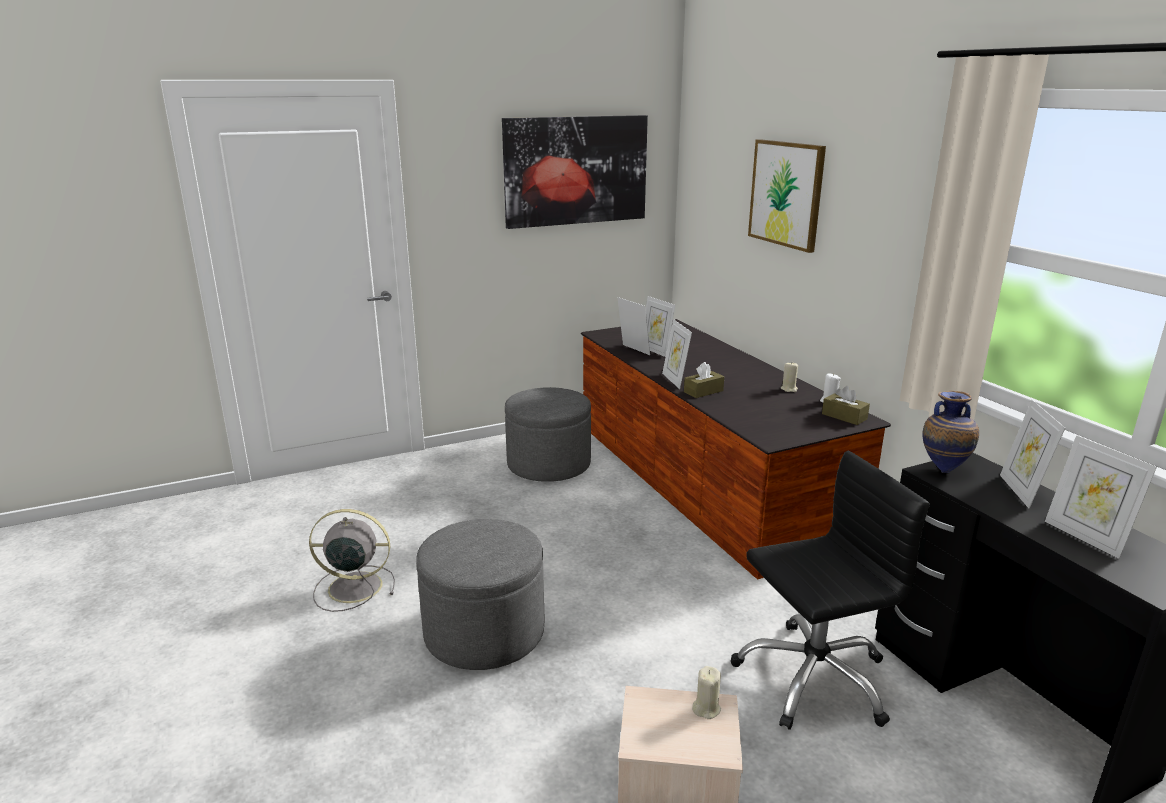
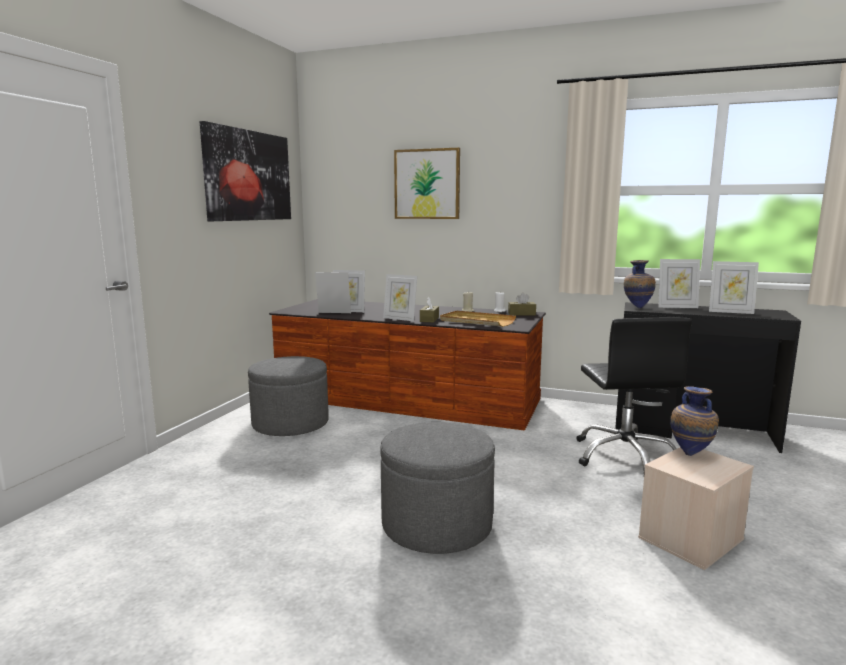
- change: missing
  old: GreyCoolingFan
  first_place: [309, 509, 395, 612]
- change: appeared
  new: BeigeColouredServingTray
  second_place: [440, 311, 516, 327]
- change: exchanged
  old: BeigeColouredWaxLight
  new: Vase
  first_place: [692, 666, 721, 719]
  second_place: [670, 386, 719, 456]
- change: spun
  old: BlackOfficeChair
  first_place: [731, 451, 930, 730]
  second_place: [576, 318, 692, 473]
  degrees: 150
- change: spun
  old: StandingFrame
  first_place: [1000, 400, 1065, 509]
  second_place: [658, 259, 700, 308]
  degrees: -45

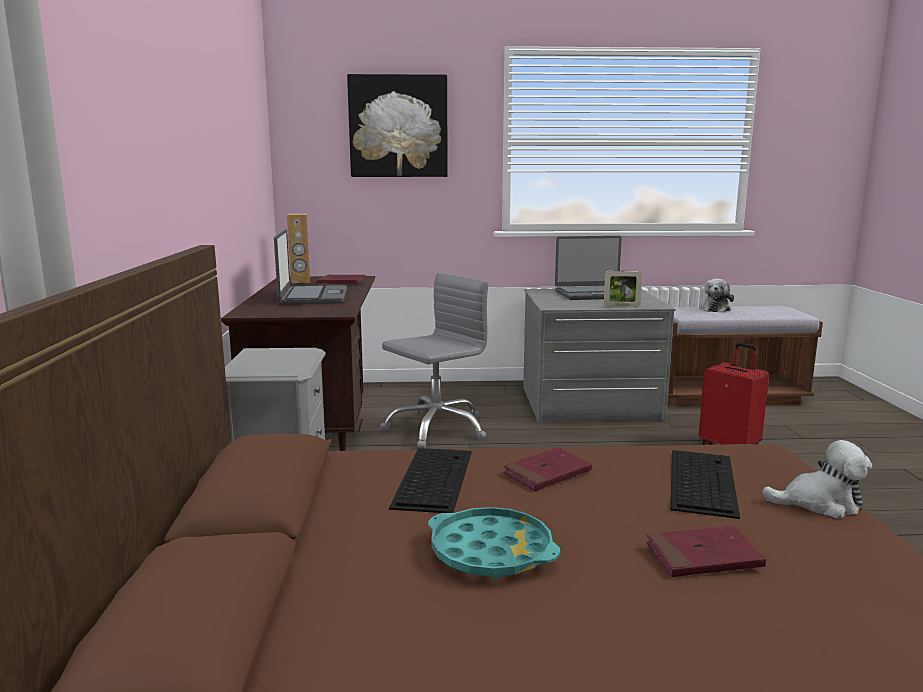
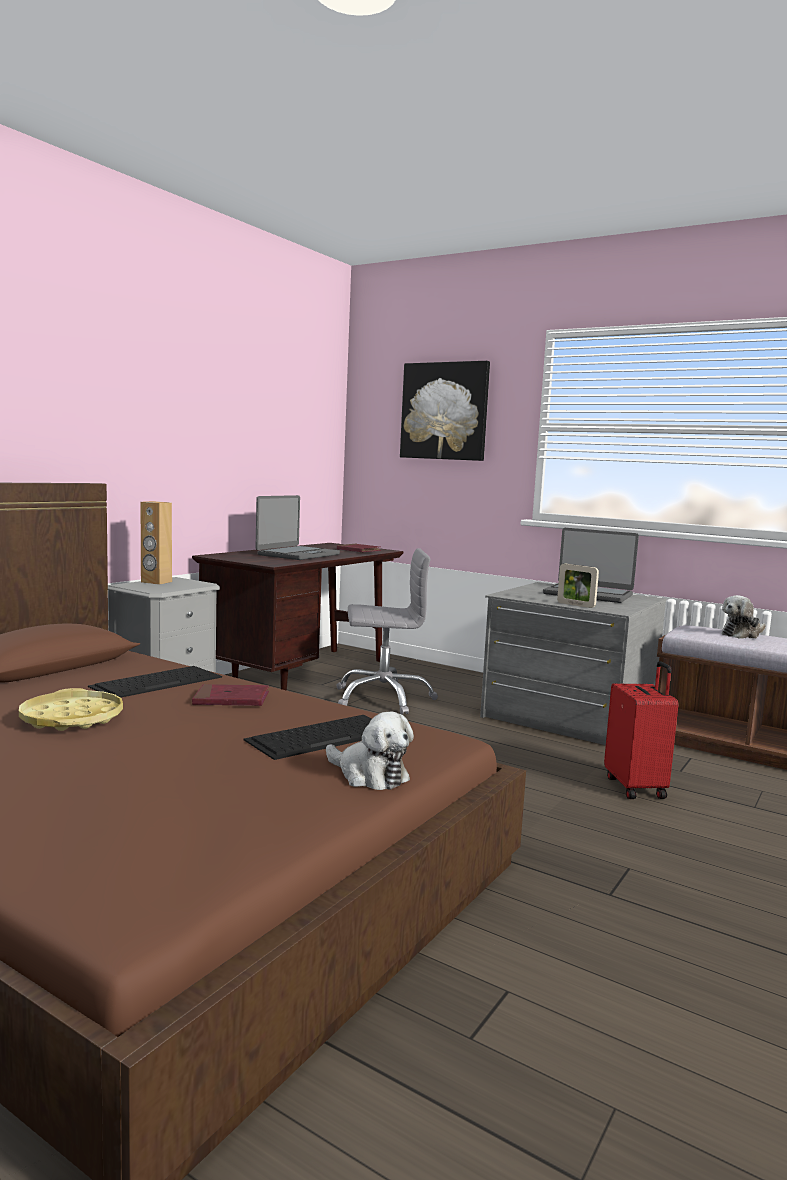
- change: missing
  old: RedBook
  first_place: [646, 525, 766, 577]
- change: relocated
  old: BrownishSpeaker
  first_place: [287, 214, 310, 283]
  second_place: [141, 501, 172, 585]
- change: colour
  old: BlueGreenServingTray
  new: YellowServingTray
  first_place: [428, 507, 560, 579]
  second_place: [19, 688, 123, 731]

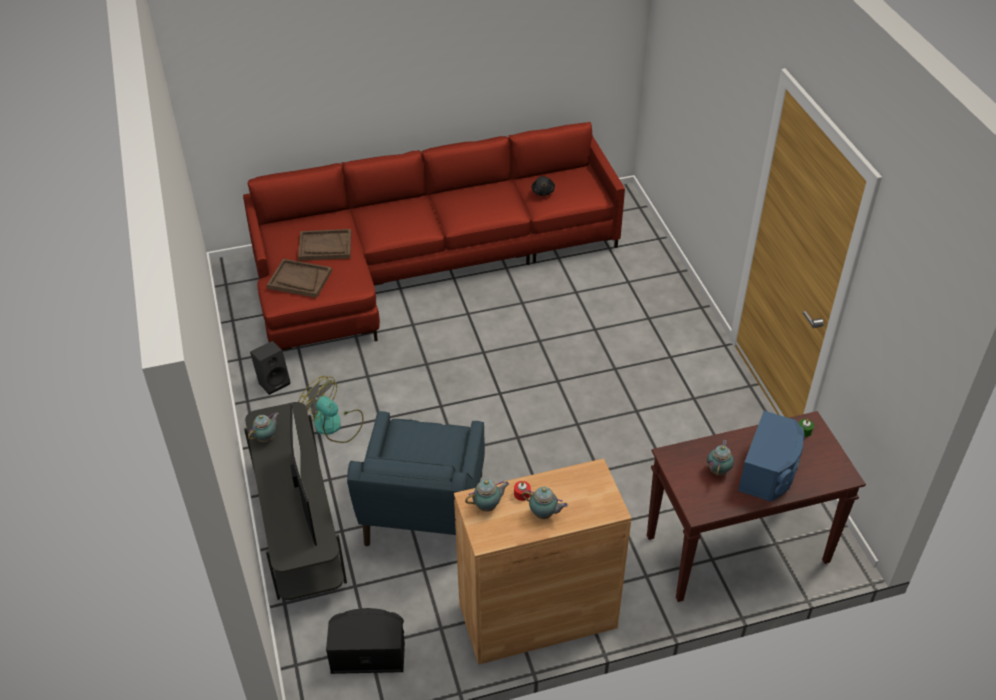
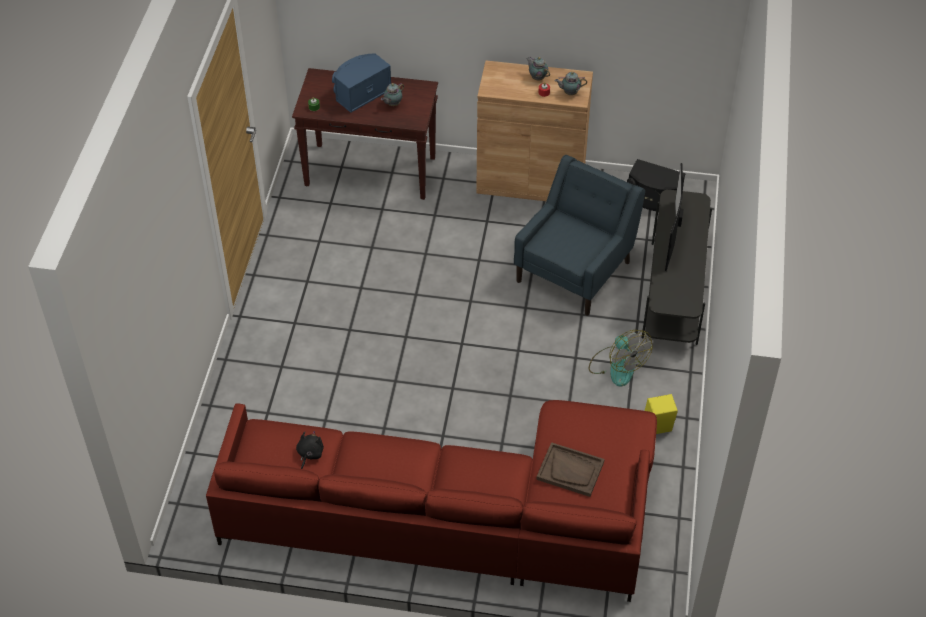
- change: missing
  old: Teapot
  first_place: [248, 412, 279, 442]
- change: missing
  old: BrownishServingTray
  first_place: [267, 259, 332, 298]
- change: colour
  old: BlackSpeaker
  new: YellowSpeaker
  first_place: [250, 341, 290, 395]
  second_place: [645, 394, 678, 434]

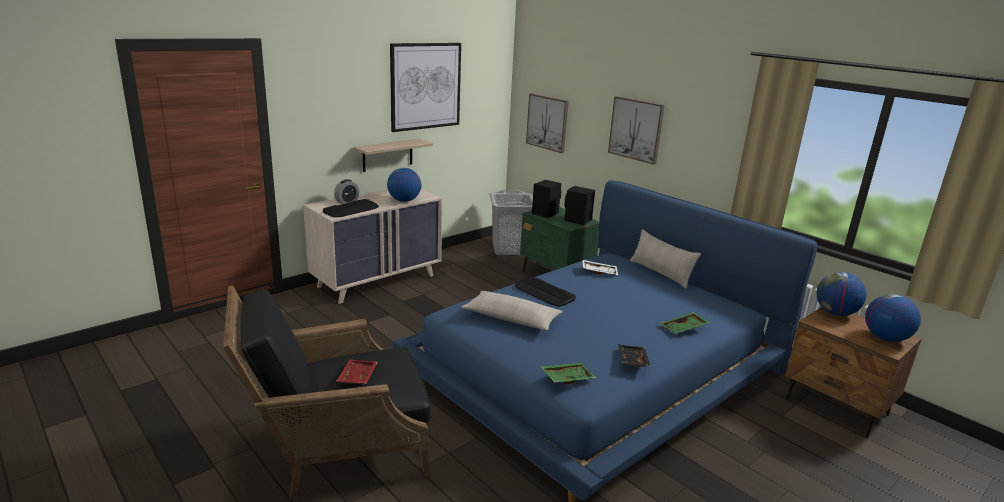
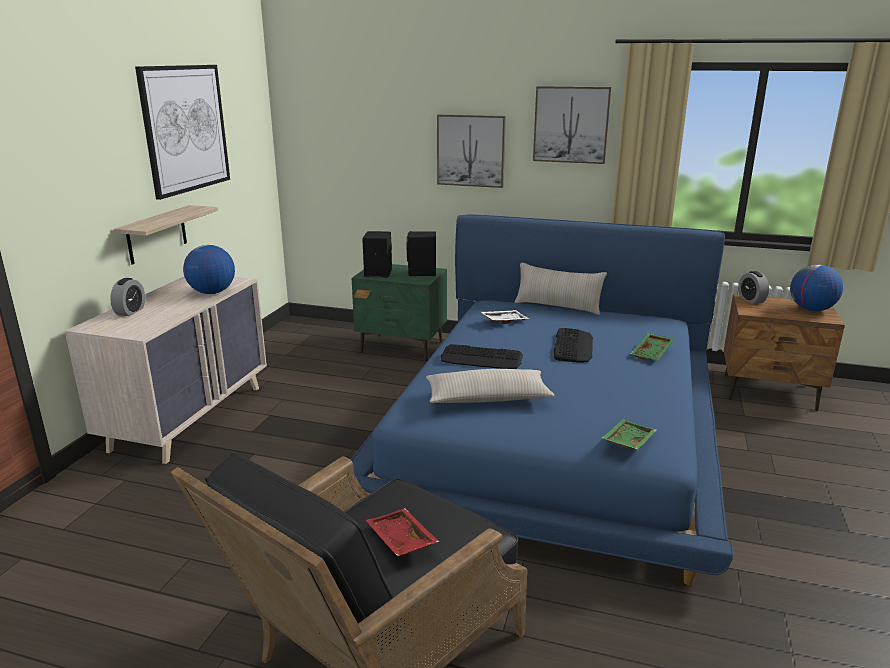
- change: missing
  old: GreyWashingBasket
  first_place: [489, 190, 533, 255]
- change: missing
  old: BlackServingTray
  first_place: [618, 344, 650, 367]
- change: relocated
  old: ComputerKeyboard
  first_place: [323, 199, 379, 218]
  second_place: [554, 328, 593, 362]
- change: relocated
  old: WallPicture
  first_place: [526, 94, 569, 153]
  second_place: [533, 86, 611, 164]
- change: exchanged
  old: WorldGlobe
  new: TableClock
  first_place: [817, 272, 866, 316]
  second_place: [738, 271, 769, 304]

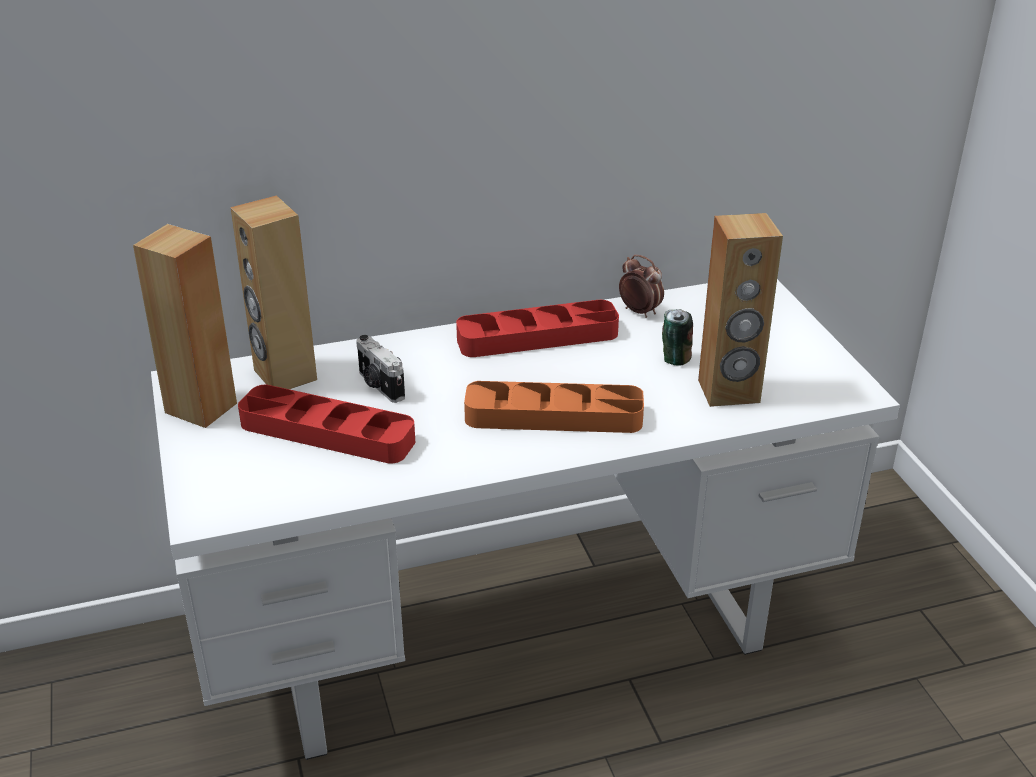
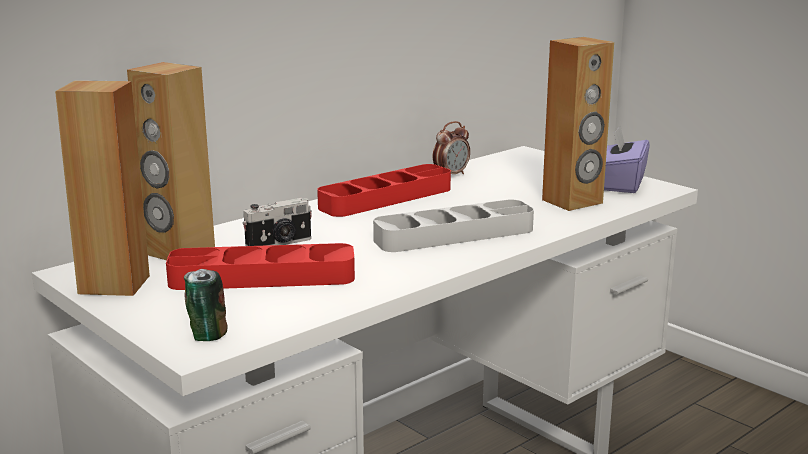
- change: appeared
  new: PurpleTissueHolder
  second_place: [604, 126, 650, 193]
- change: relocated
  old: MetalCan
  first_place: [662, 309, 693, 366]
  second_place: [184, 269, 227, 341]
- change: colour
  old: OrangeServingTray
  new: GreyServingTray
  first_place: [464, 381, 644, 433]
  second_place: [373, 200, 534, 252]
- change: spun
  old: StillCamera
  first_place: [356, 335, 405, 403]
  second_place: [243, 198, 312, 246]
  degrees: -60
- change: spun
  old: TableClock
  first_place: [619, 254, 664, 318]
  second_place: [433, 121, 470, 174]
  degrees: 120

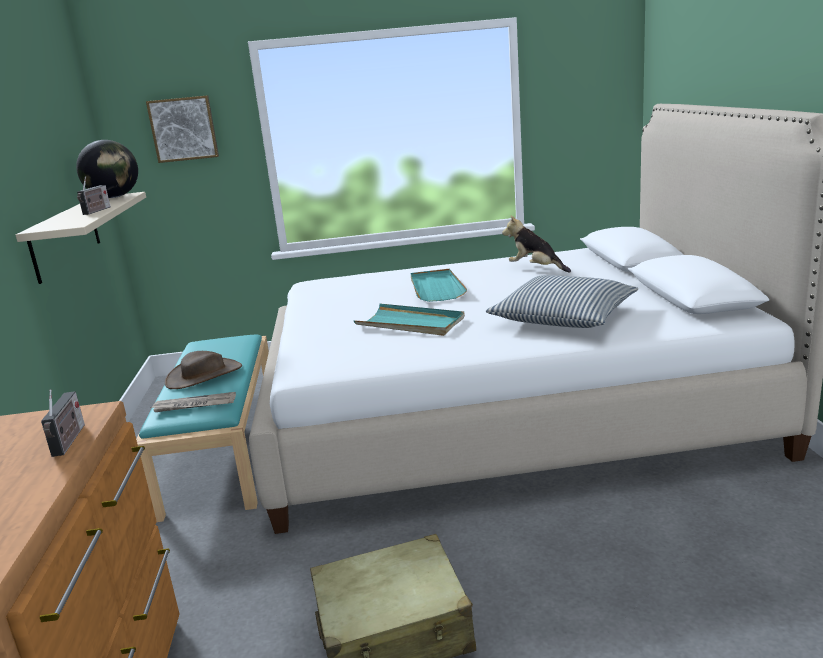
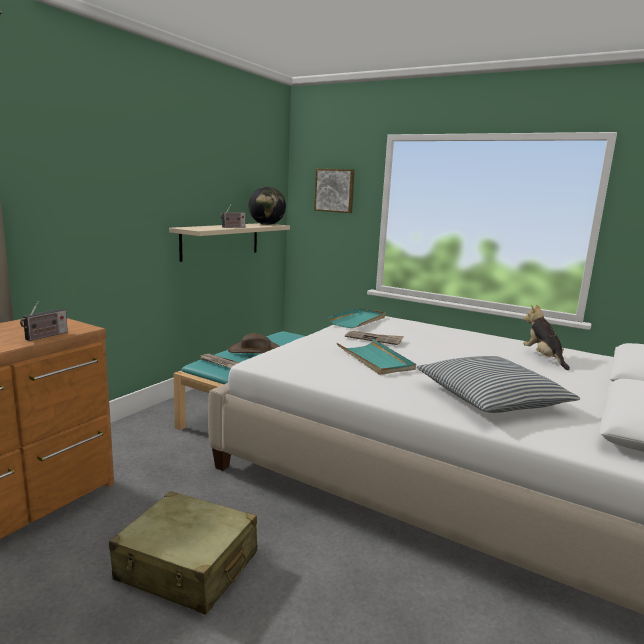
- change: appeared
  new: PrintedPaper
  second_place: [345, 330, 404, 345]
- change: relocated
  old: BlueGreenServingTray
  first_place: [411, 269, 467, 302]
  second_place: [327, 308, 386, 328]

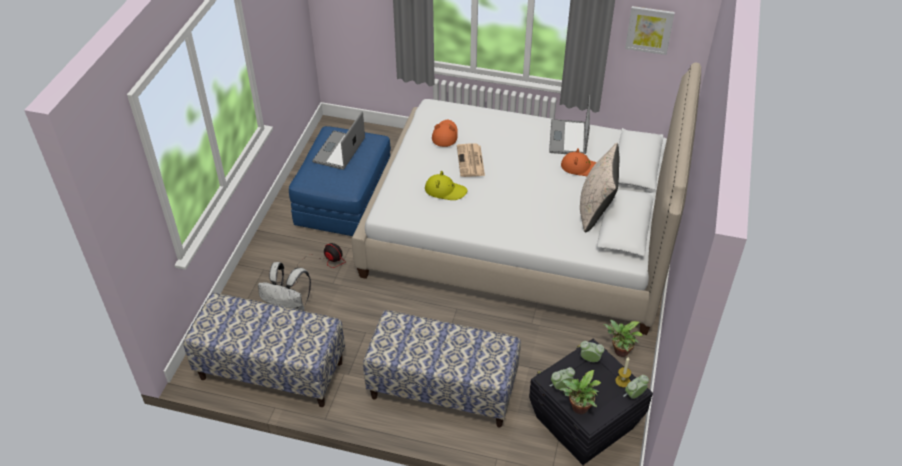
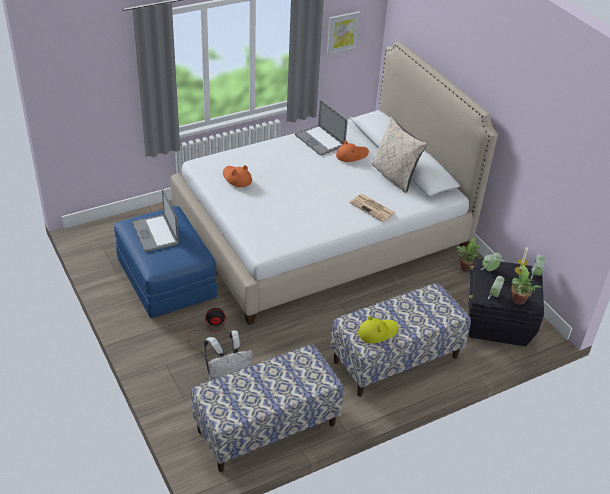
- change: relocated
  old: YellowWearableHat
  first_place: [425, 171, 468, 200]
  second_place: [358, 316, 399, 343]
- change: relocated
  old: PrintedPaper
  first_place: [457, 144, 485, 177]
  second_place: [349, 194, 395, 222]

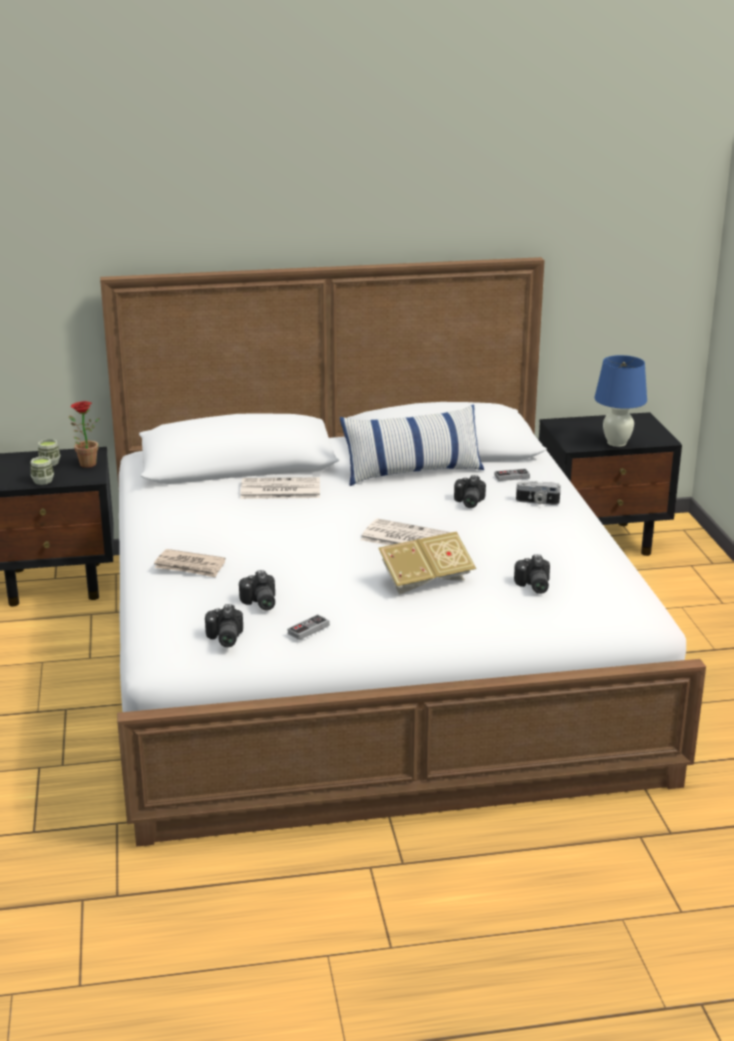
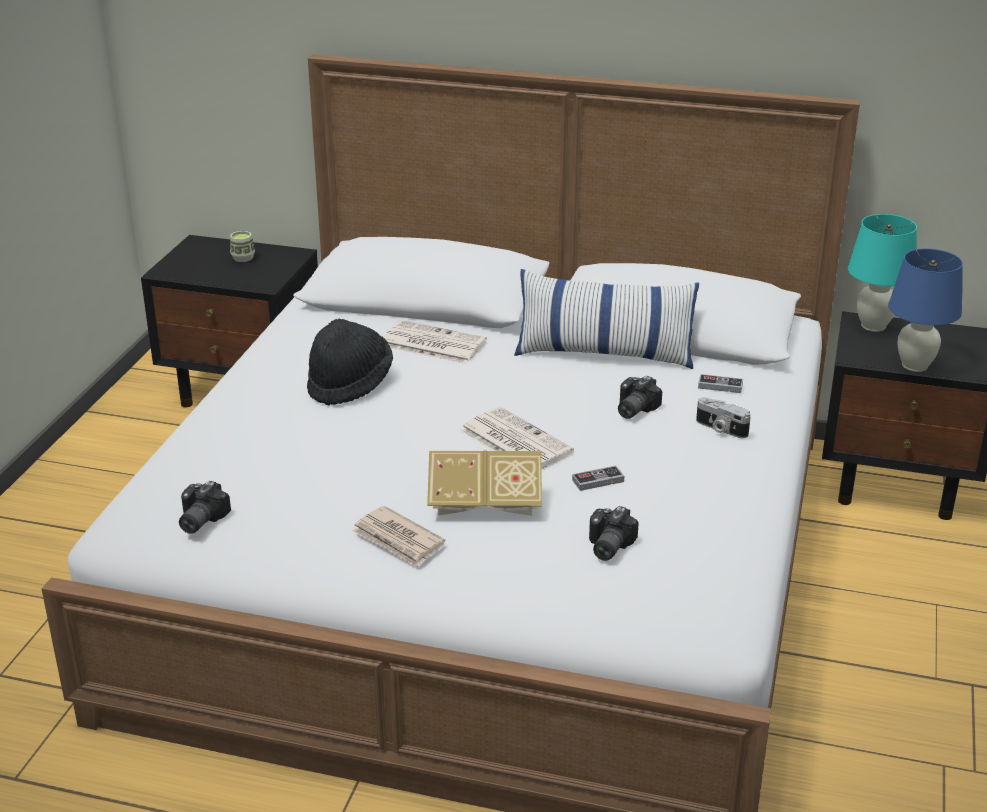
- change: missing
  old: DrinkingCup
  first_place: [31, 456, 54, 485]
- change: missing
  old: PottedPlant
  first_place: [69, 401, 100, 468]
- change: missing
  old: StillCamera
  first_place: [239, 570, 275, 611]
- change: appeared
  new: BlackWearableHat
  second_place: [307, 319, 393, 406]
- change: appeared
  new: BlueGreenTabletopLamp
  second_place: [848, 214, 917, 332]
- change: relocated
  old: PrintedPaper
  first_place: [154, 549, 226, 578]
  second_place: [353, 506, 445, 567]
- change: relocated
  old: GameController
  first_place: [288, 614, 330, 640]
  second_place: [572, 466, 624, 491]

